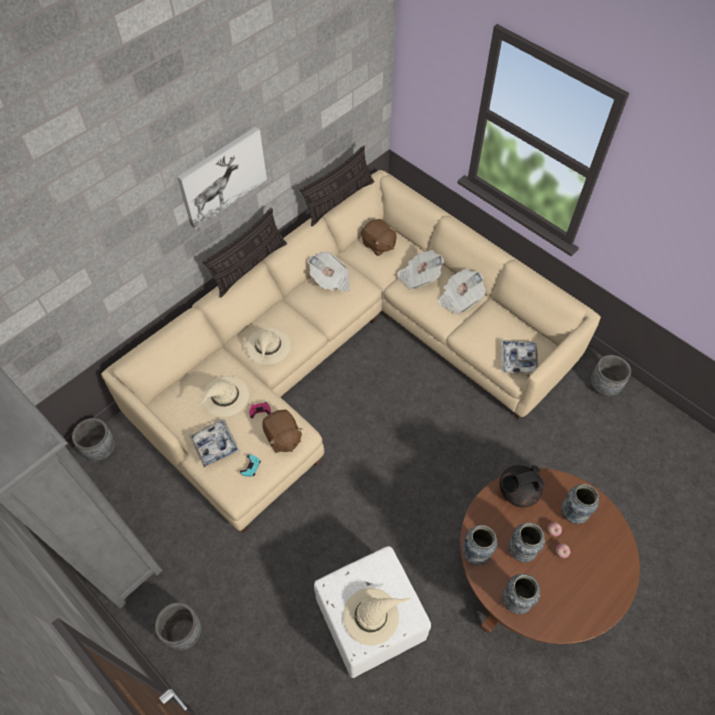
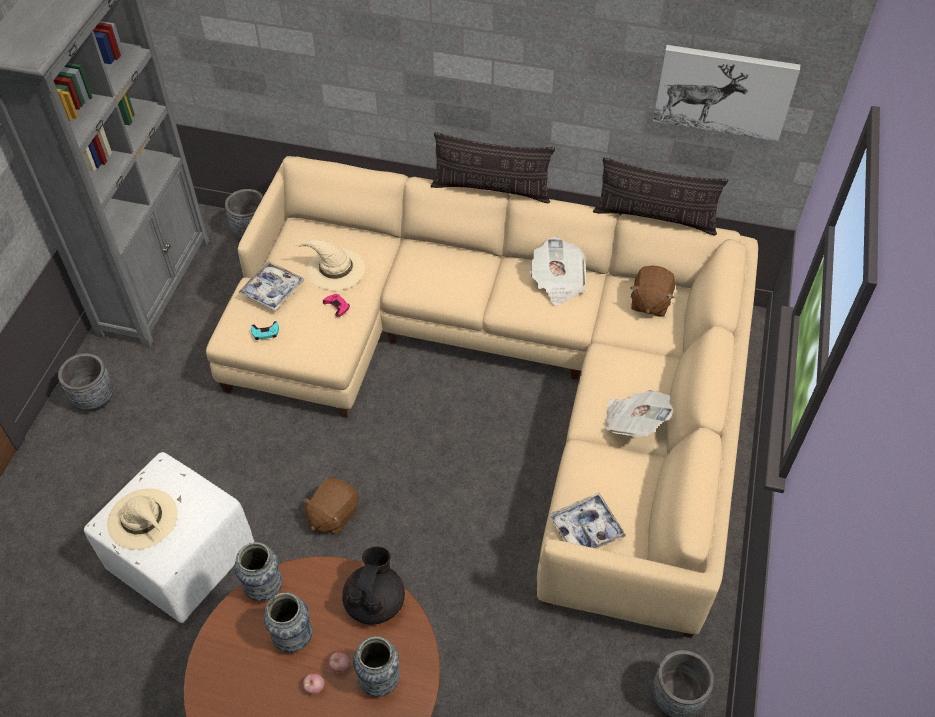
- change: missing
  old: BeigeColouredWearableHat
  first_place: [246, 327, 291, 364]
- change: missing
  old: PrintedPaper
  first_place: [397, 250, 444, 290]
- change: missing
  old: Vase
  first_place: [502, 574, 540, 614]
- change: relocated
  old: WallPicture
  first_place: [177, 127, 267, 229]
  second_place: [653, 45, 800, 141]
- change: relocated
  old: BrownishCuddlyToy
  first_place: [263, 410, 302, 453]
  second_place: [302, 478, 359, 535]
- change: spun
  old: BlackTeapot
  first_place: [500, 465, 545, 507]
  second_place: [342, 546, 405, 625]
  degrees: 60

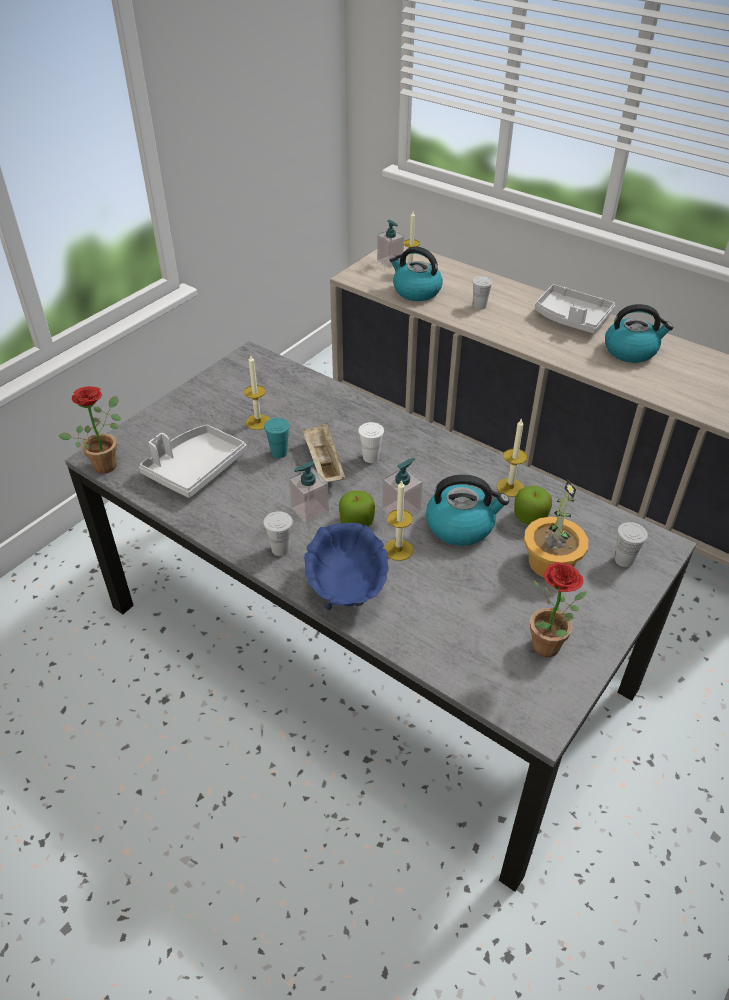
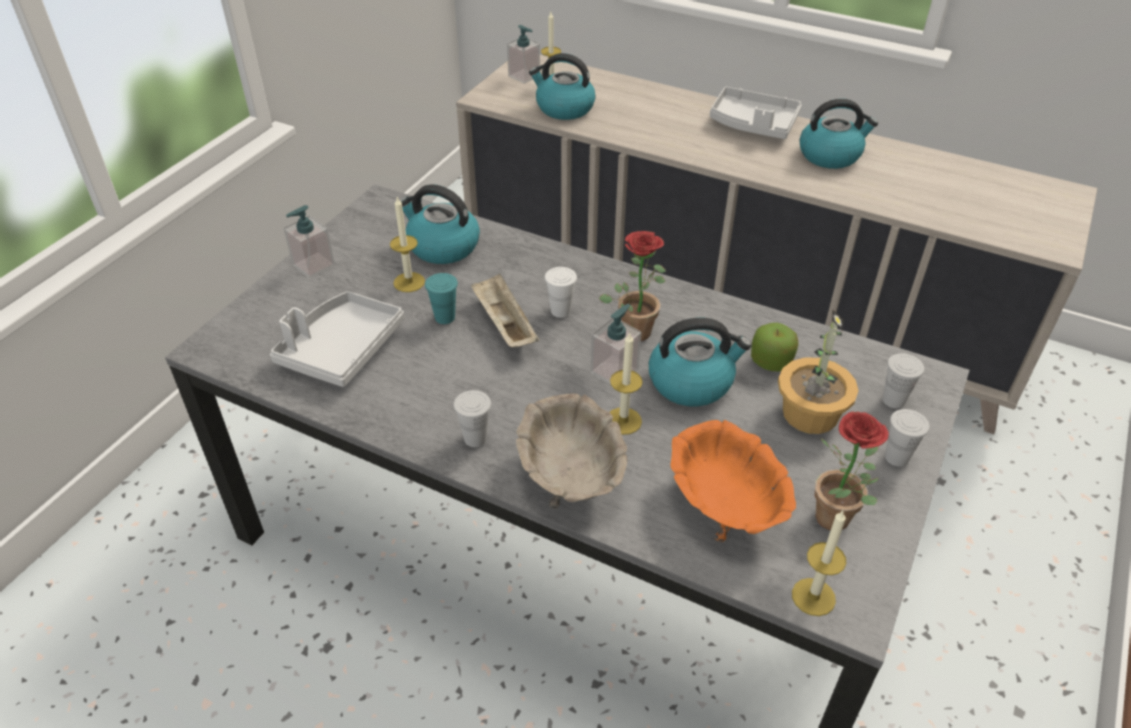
- change: missing
  old: Apple
  first_place: [339, 490, 375, 527]
- change: appeared
  new: Kettle
  second_place: [399, 184, 480, 264]
- change: appeared
  new: OrangeBowl
  second_place: [670, 420, 796, 542]
- change: relocated
  old: PottedPlant
  first_place: [59, 386, 121, 473]
  second_place: [599, 231, 666, 341]
- change: relocated
  old: SoapBottle
  first_place: [289, 461, 329, 524]
  second_place: [283, 205, 335, 279]
- change: relocated
  old: WhiteColouredDrinkingCup
  first_place: [472, 276, 493, 310]
  second_place: [885, 409, 930, 467]
- change: relocated
  old: WaxLight
  first_place: [497, 418, 527, 497]
  second_place: [792, 511, 846, 616]
- change: colour
  old: BlueColouredBowl
  new: BeigeColouredBowl
  first_place: [304, 523, 389, 611]
  second_place: [516, 394, 627, 509]

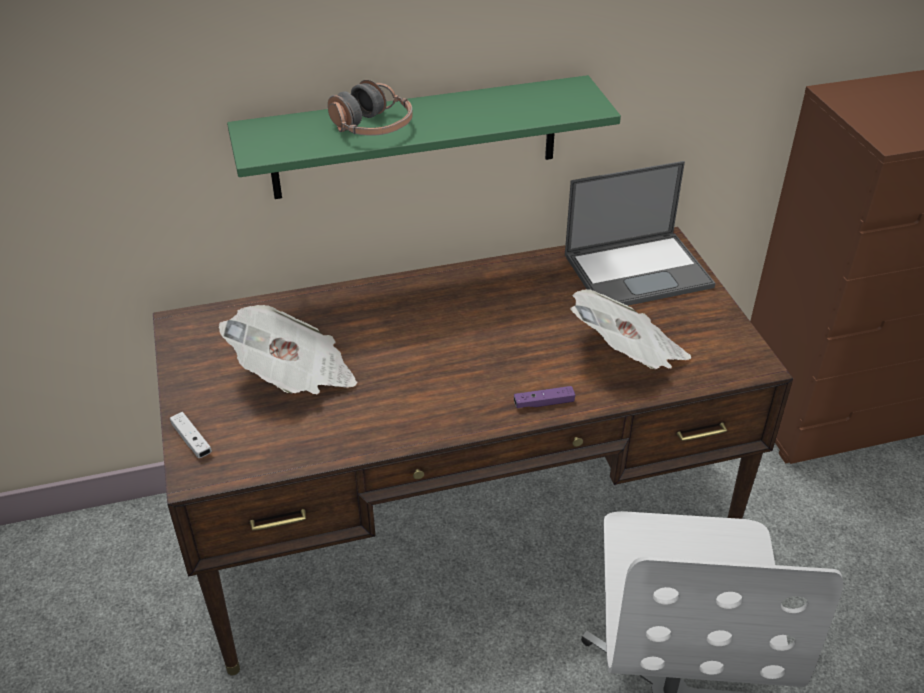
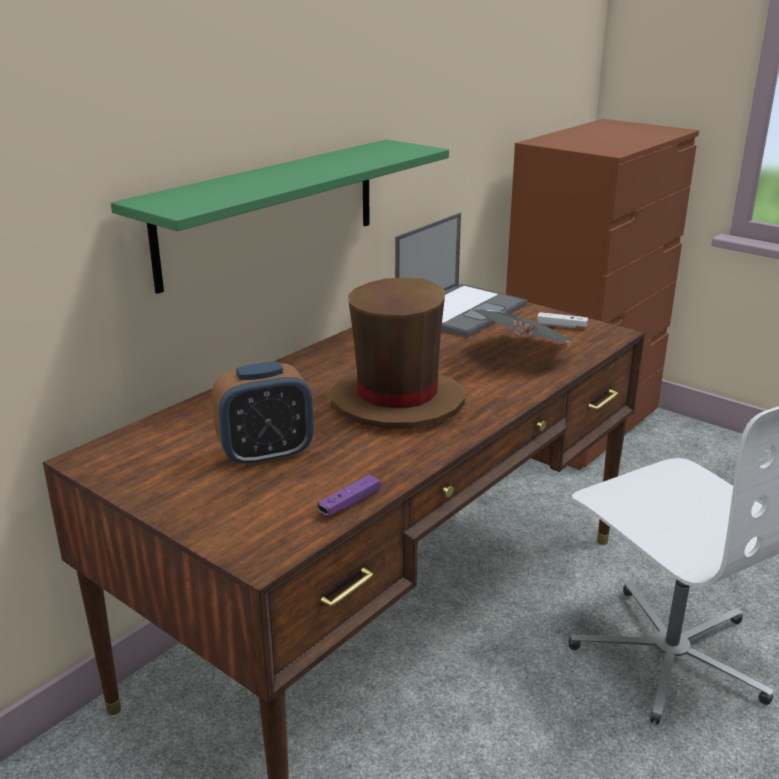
- change: missing
  old: Headphones
  first_place: [328, 80, 413, 136]
- change: appeared
  new: BrownishWearableHat
  second_place: [331, 277, 465, 429]
- change: relocated
  old: WhiteColouredGameController
  first_place: [170, 412, 212, 458]
  second_place: [537, 312, 588, 329]
- change: relocated
  old: PurpleGameController
  first_place: [514, 386, 575, 408]
  second_place: [318, 475, 381, 516]
- change: exchanged
  old: PrintedPaper
  new: TableClock
  first_place: [219, 305, 358, 394]
  second_place: [212, 362, 314, 468]

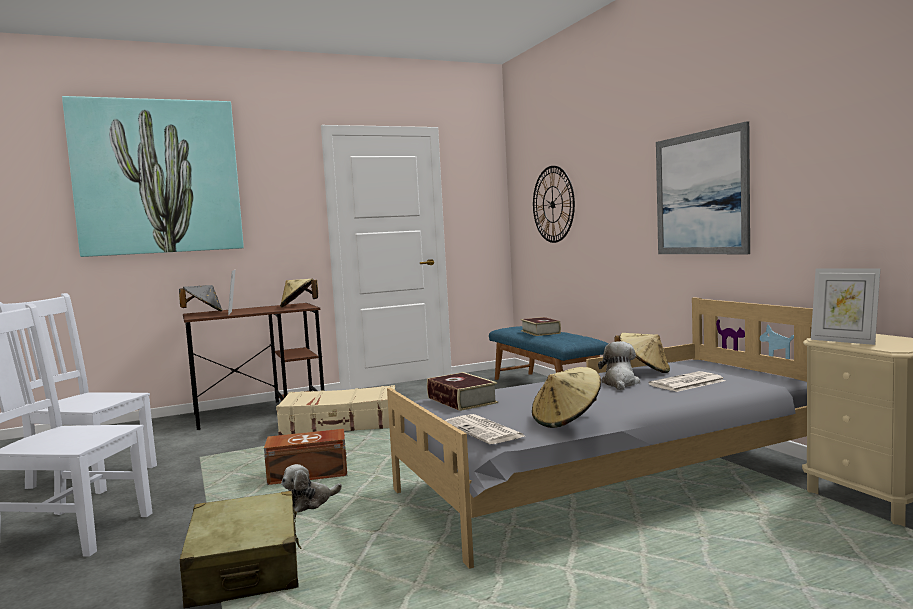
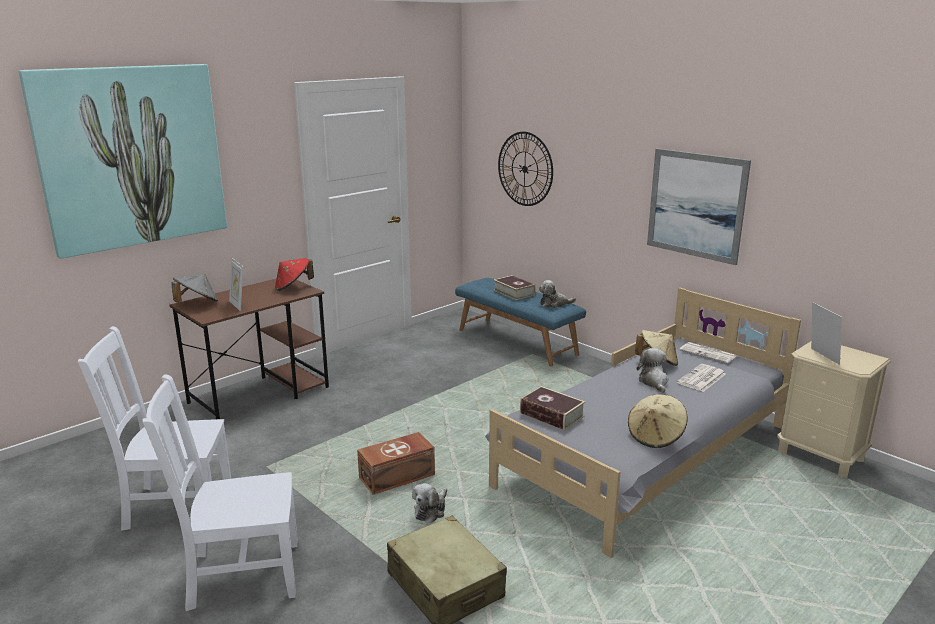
- change: missing
  old: BeigeColouredSuitcase
  first_place: [276, 385, 395, 435]
- change: appeared
  new: CuddlyToy
  second_place: [539, 280, 576, 308]
- change: relocated
  old: PrintedPaper
  first_place: [445, 414, 525, 444]
  second_place: [679, 342, 736, 363]
- change: colour
  old: BeigeColouredWearableHat
  new: RedWearableHat
  first_place: [280, 279, 318, 308]
  second_place: [275, 258, 314, 291]
- change: spun
  old: StandingFrame
  first_place: [811, 268, 880, 345]
  second_place: [811, 302, 842, 365]
  degrees: -135

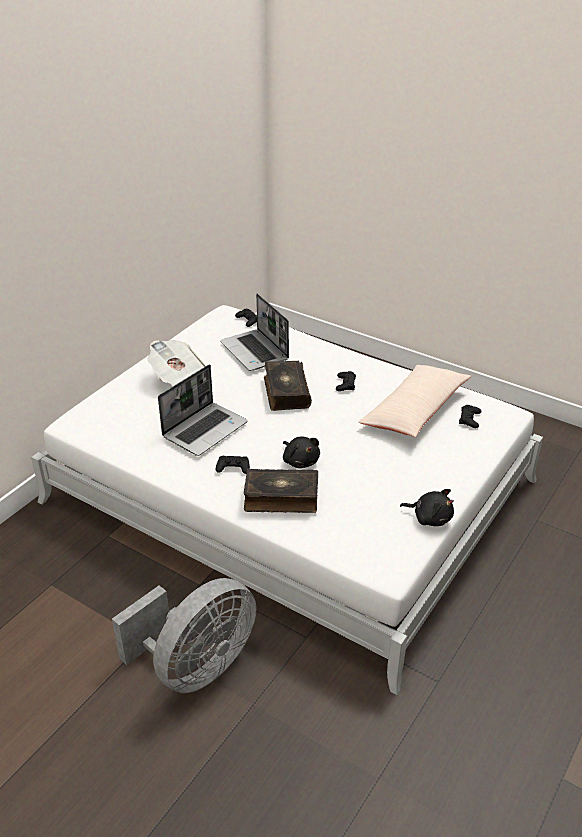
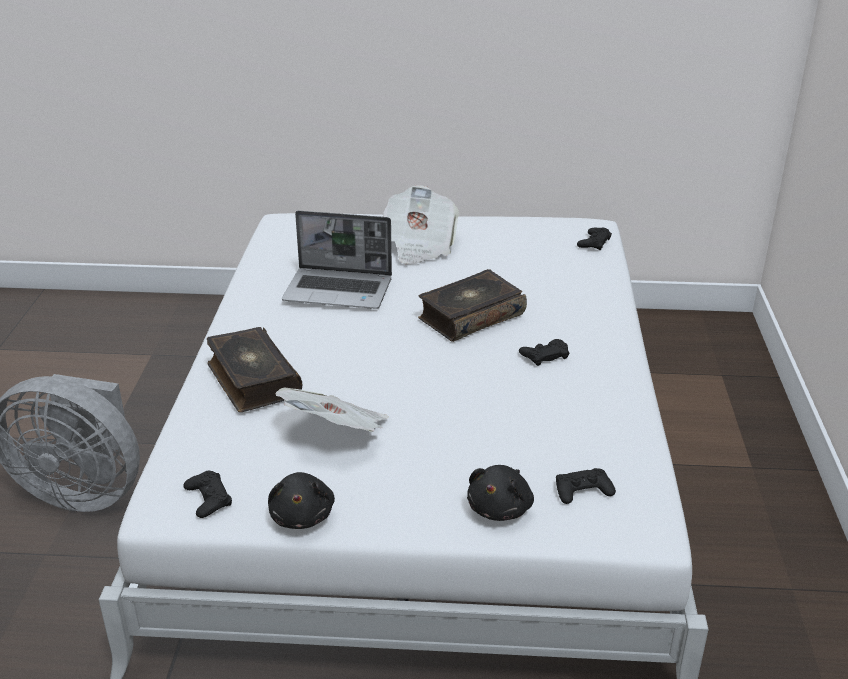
- change: missing
  old: PortableComputer
  first_place: [220, 294, 289, 371]
- change: missing
  old: BeigeColouredCushion
  first_place: [358, 365, 472, 437]
- change: appeared
  new: PrintedPaper
  second_place: [275, 388, 389, 432]
- change: relocated
  old: BlackGameController
  first_place: [216, 456, 250, 474]
  second_place: [183, 471, 232, 518]
- change: relocated
  old: BlackCuddlyToy
  first_place: [283, 436, 320, 468]
  second_place: [467, 465, 534, 521]

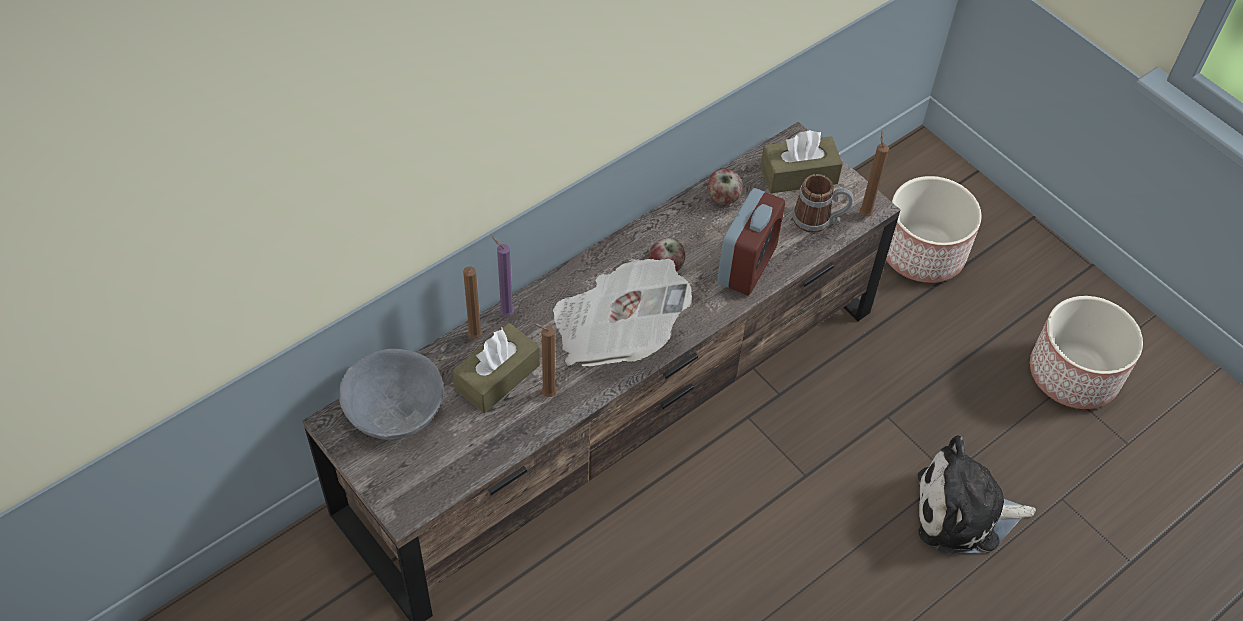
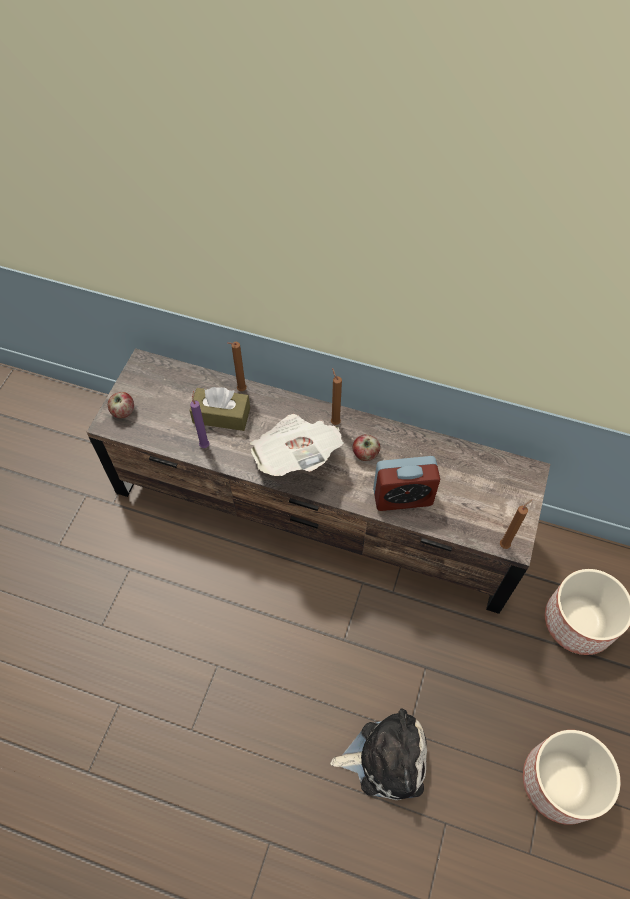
- change: missing
  old: GreyBowl
  first_place: [339, 349, 444, 440]
- change: missing
  old: BrownishTissueHolder
  first_place: [760, 130, 843, 193]
- change: missing
  old: TeaMug
  first_place: [793, 174, 853, 233]
- change: relocated
  old: PurpleWaxLight
  first_place: [492, 236, 514, 317]
  second_place: [190, 391, 210, 448]
- change: relocated
  old: BrownishWaxLight
  first_place: [534, 323, 557, 397]
  second_place: [331, 368, 342, 425]
- change: relocated
  old: Apple
  first_place: [707, 169, 742, 205]
  second_place: [108, 392, 134, 418]
- change: spun
  old: CuddlyToy
  first_place: [918, 435, 1036, 554]
  second_place: [330, 709, 427, 800]
  degrees: 120

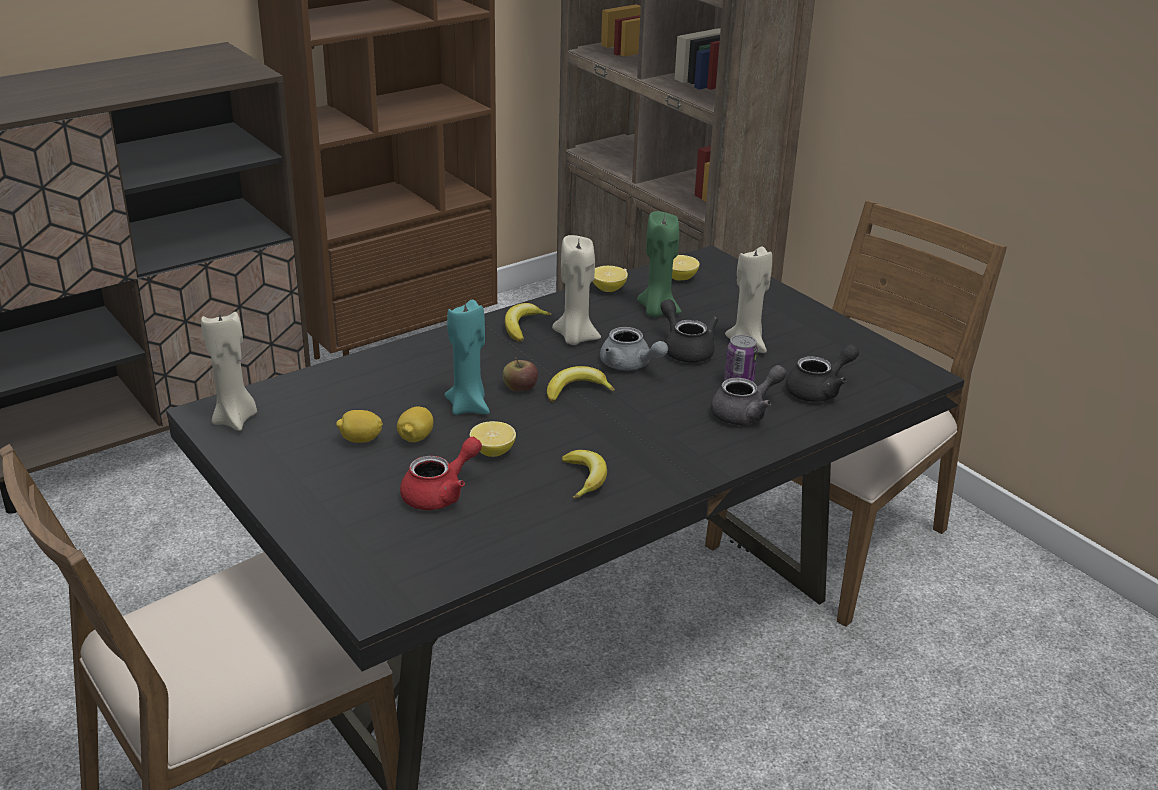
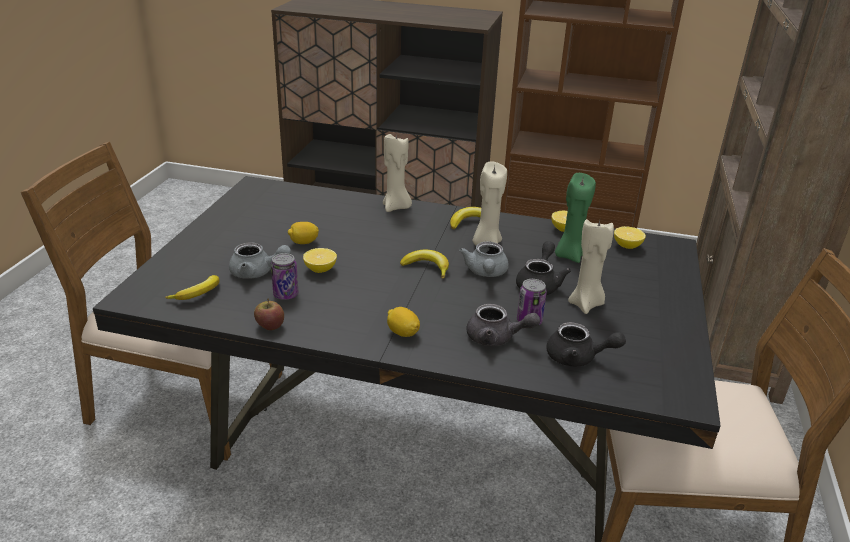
- change: missing
  old: BlueGreenWaxLight
  first_place: [444, 300, 490, 415]
- change: appeared
  new: MetalCan
  second_place: [271, 253, 299, 300]
- change: relocated
  old: BeigeColouredWaxLight
  first_place: [201, 311, 257, 431]
  second_place: [383, 132, 412, 212]
- change: relocated
  old: CitrusFruit
  first_place: [336, 410, 383, 443]
  second_place: [387, 307, 420, 337]
- change: relocated
  old: Apple
  first_place: [503, 357, 538, 391]
  second_place: [254, 298, 284, 330]
- change: relocated
  old: Banana
  first_place: [562, 450, 607, 499]
  second_place: [165, 275, 219, 300]
- change: colour
  old: RedTeapot
  new: GreyTeapot
  first_place: [400, 437, 482, 510]
  second_place: [229, 242, 291, 279]

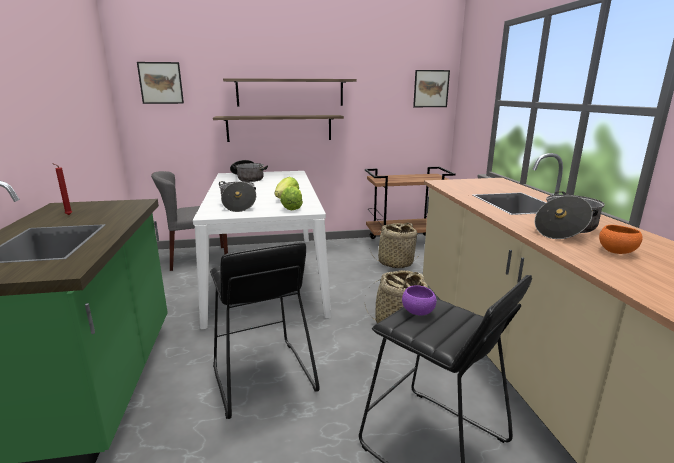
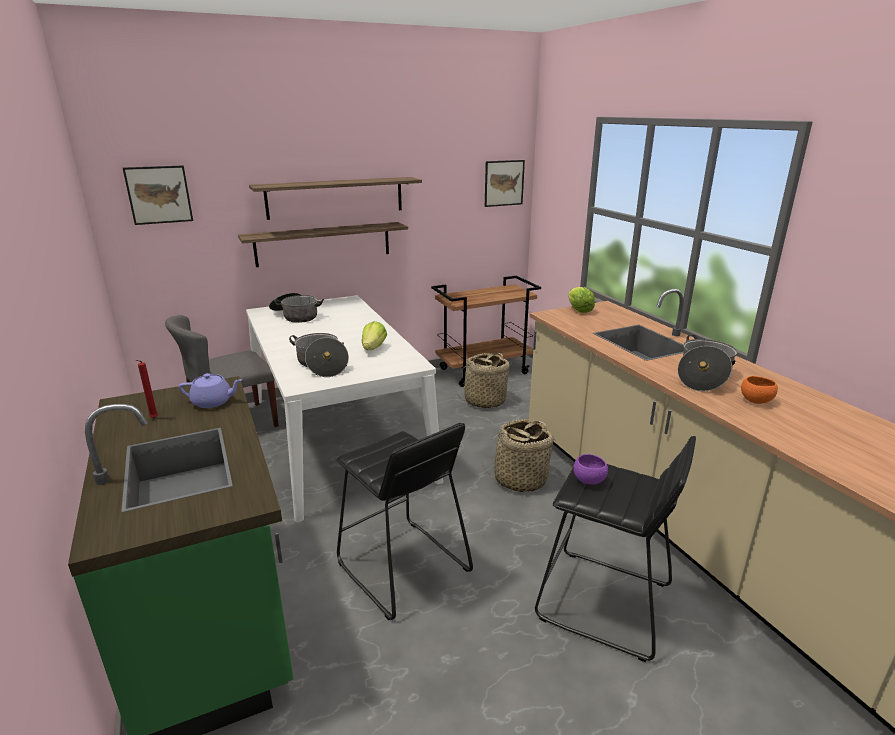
- change: appeared
  new: PurpleTeapot
  second_place: [179, 373, 242, 408]
- change: relocated
  old: Lettuce
  first_place: [280, 186, 303, 210]
  second_place: [568, 287, 595, 313]

